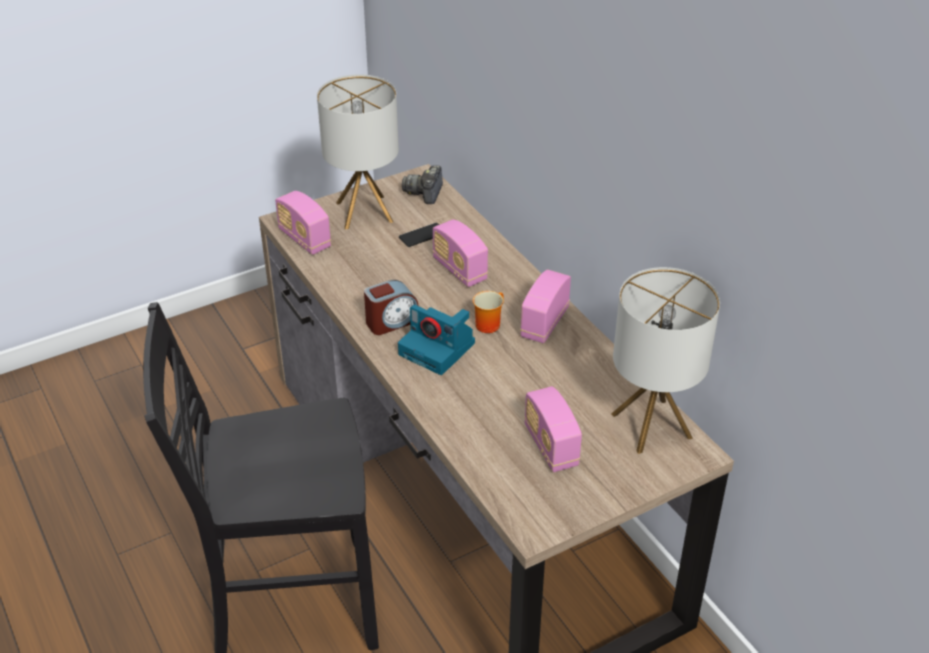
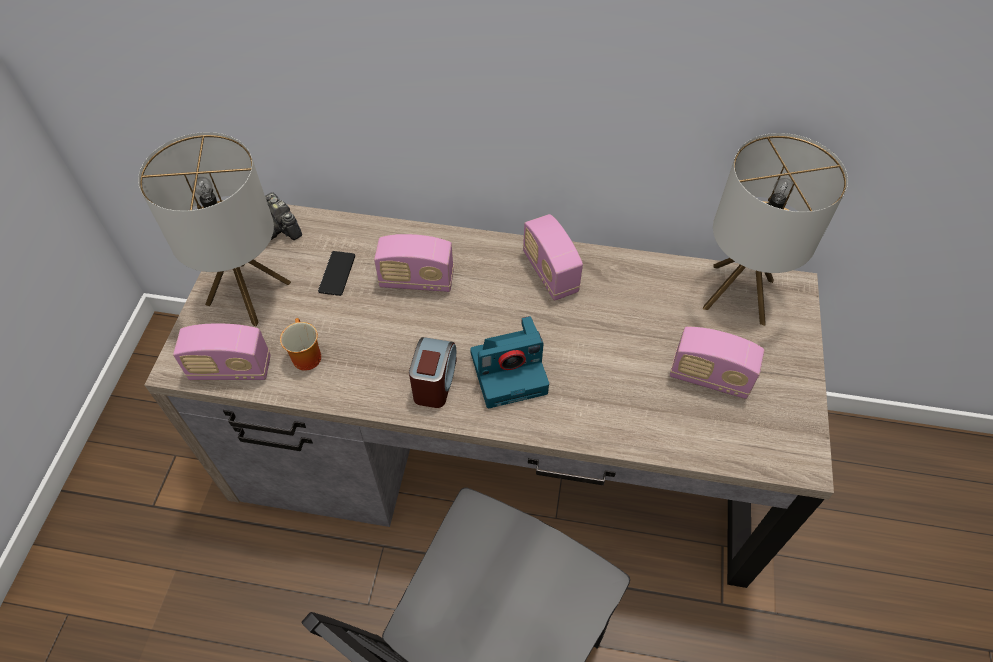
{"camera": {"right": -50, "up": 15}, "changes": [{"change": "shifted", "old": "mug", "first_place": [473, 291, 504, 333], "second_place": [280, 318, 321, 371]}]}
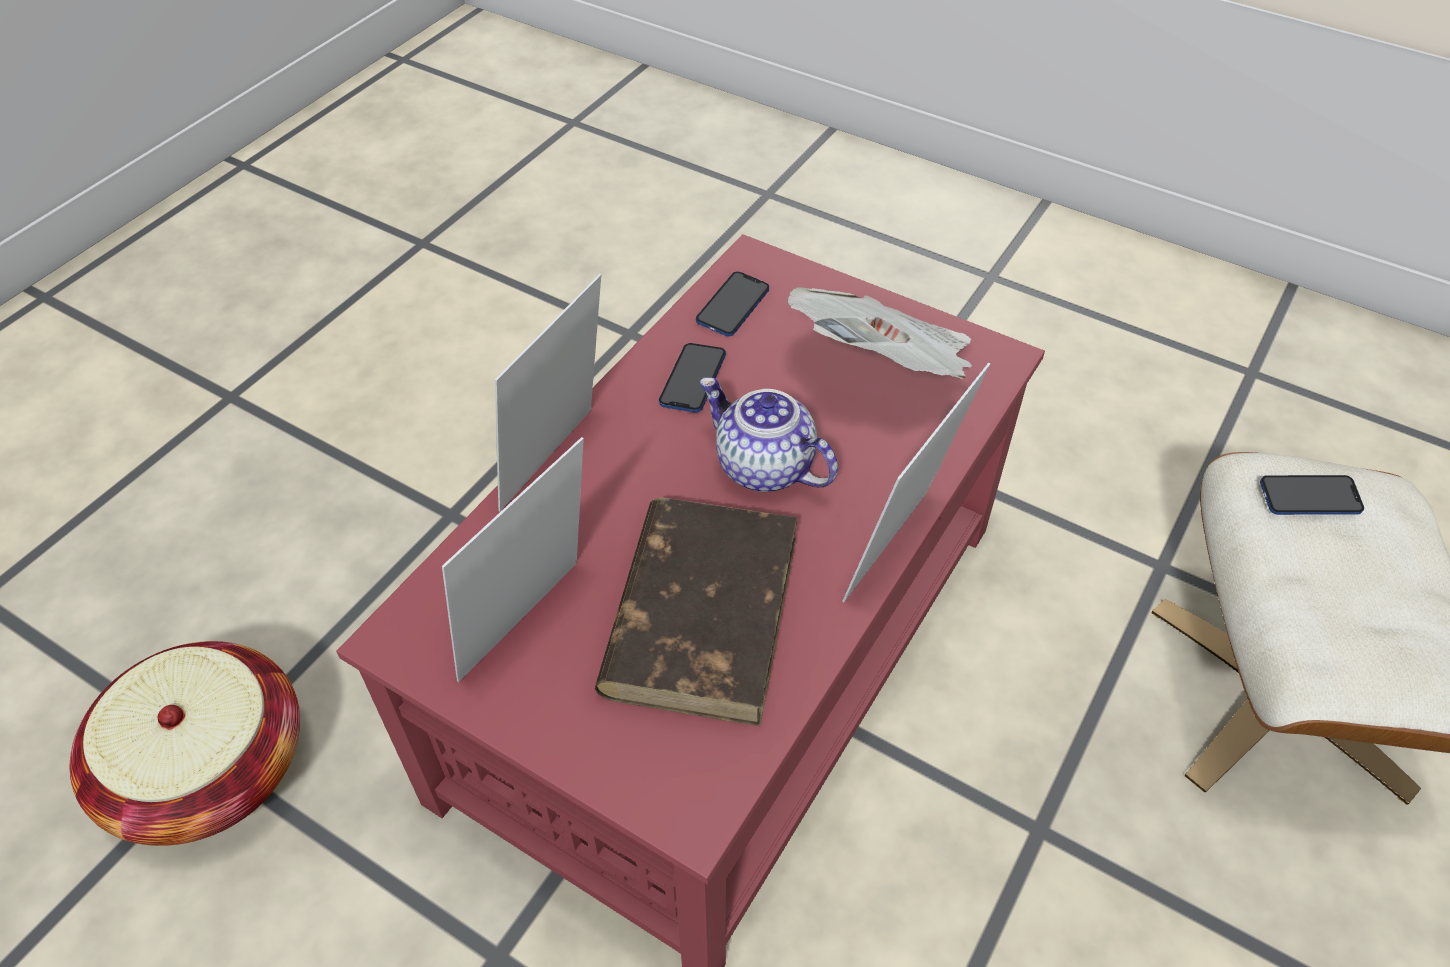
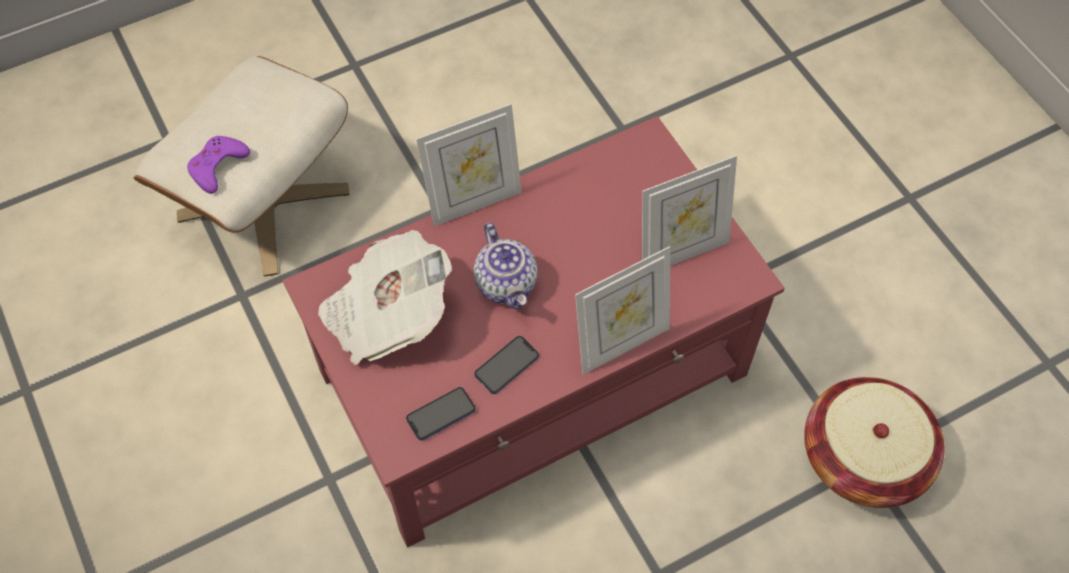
{"camera": {"right": -150, "up": 10}, "changes": [{"change": "swapped", "old": "phone", "new": "purple game controller", "first_place": [1260, 475, 1364, 515], "second_place": [187, 136, 250, 194]}, {"change": "gone", "old": "brown book", "first_place": [595, 498, 798, 726]}]}
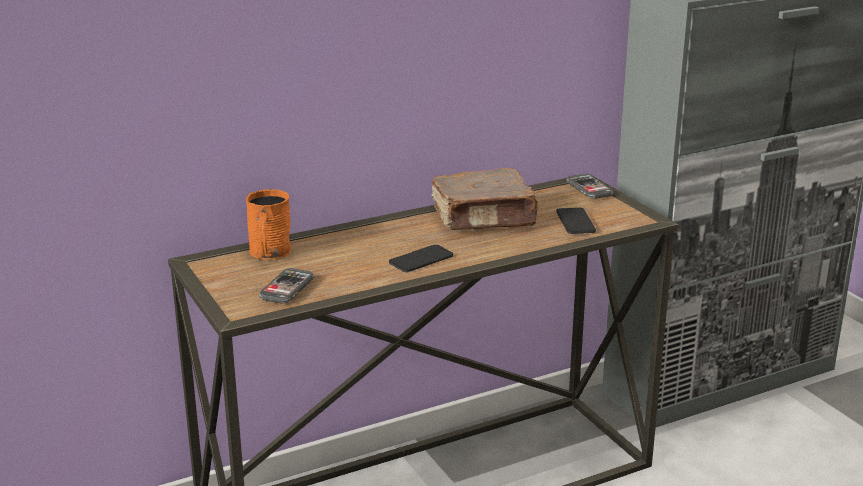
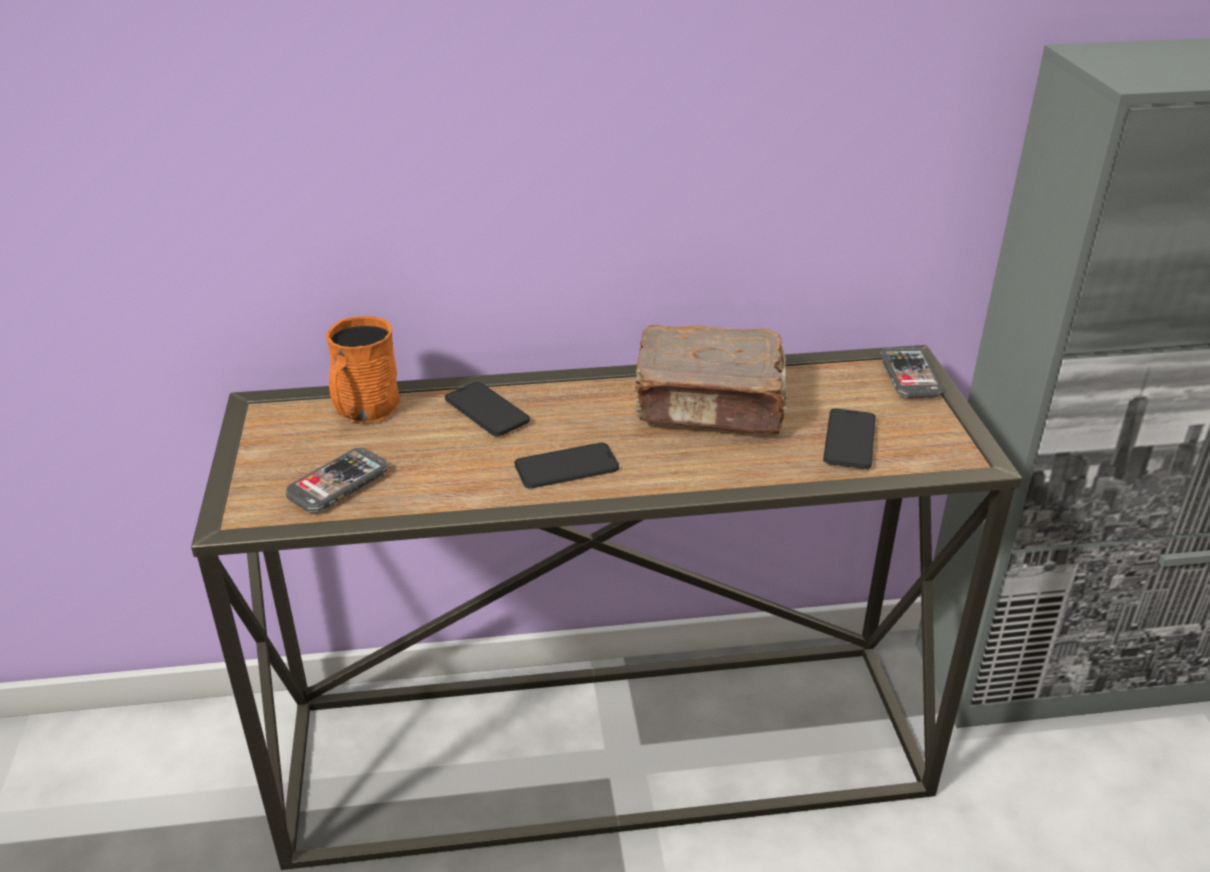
{"camera": {"right": 20, "up": 10}, "changes": [{"change": "new", "new": "phone", "second_place": [445, 382, 530, 436]}]}
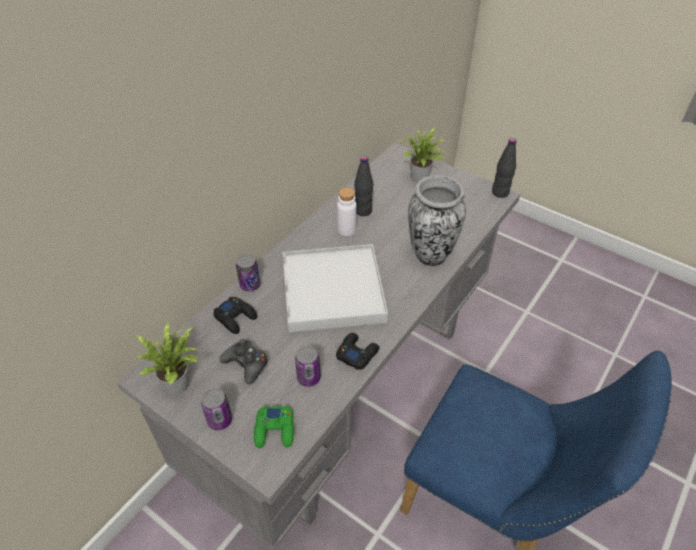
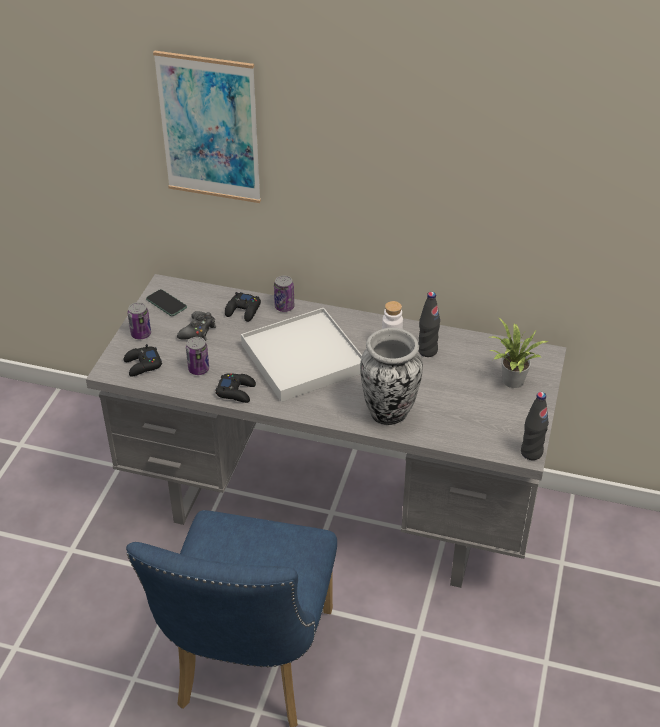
{"camera": {"right": 70, "up": -5}, "changes": [{"change": "repainted", "old": "green game controller", "new": "black game controller", "first_place": [254, 406, 294, 448], "second_place": [124, 344, 162, 377]}, {"change": "swapped", "old": "potted plant", "new": "phone", "first_place": [136, 322, 200, 395], "second_place": [146, 289, 187, 316]}, {"change": "new", "new": "picture", "second_place": [153, 51, 261, 203]}]}
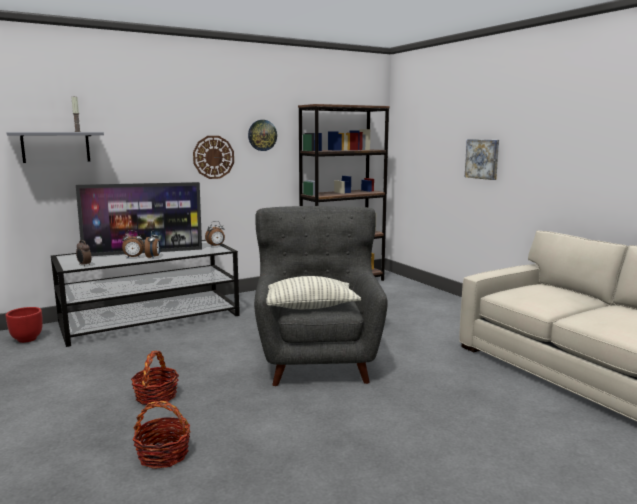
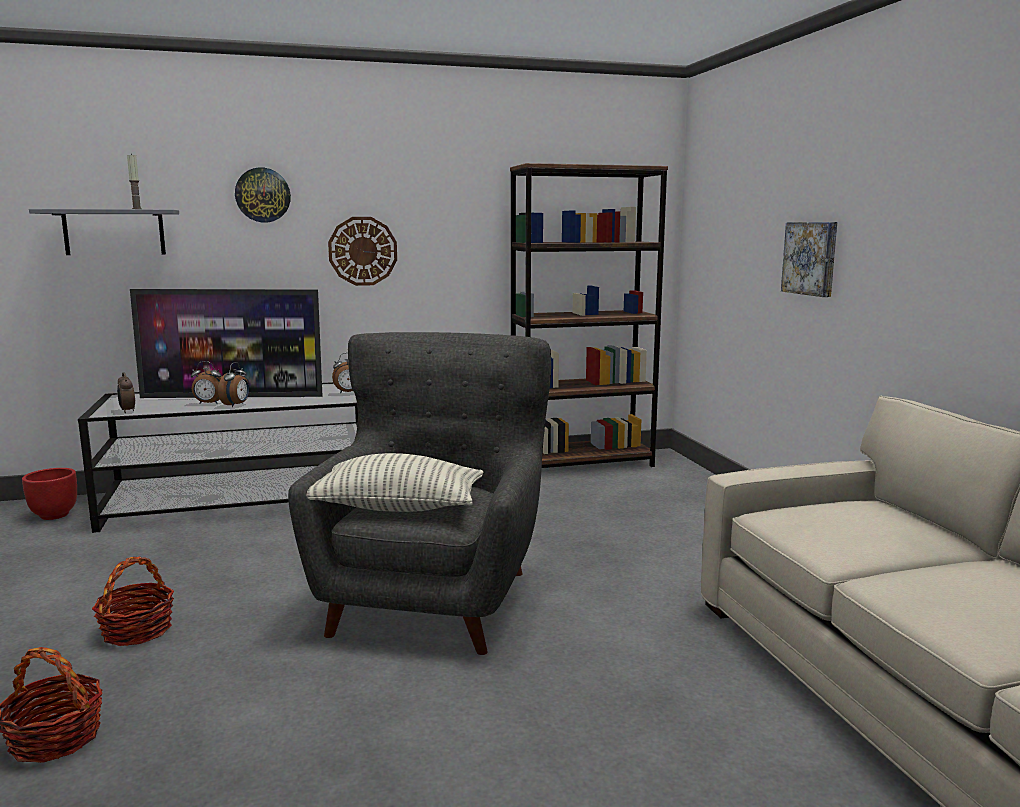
{"camera": {"right": 15, "up": 0}, "changes": [{"change": "shifted", "old": "wall clock", "first_place": [248, 120, 277, 151], "second_place": [235, 167, 291, 222]}]}
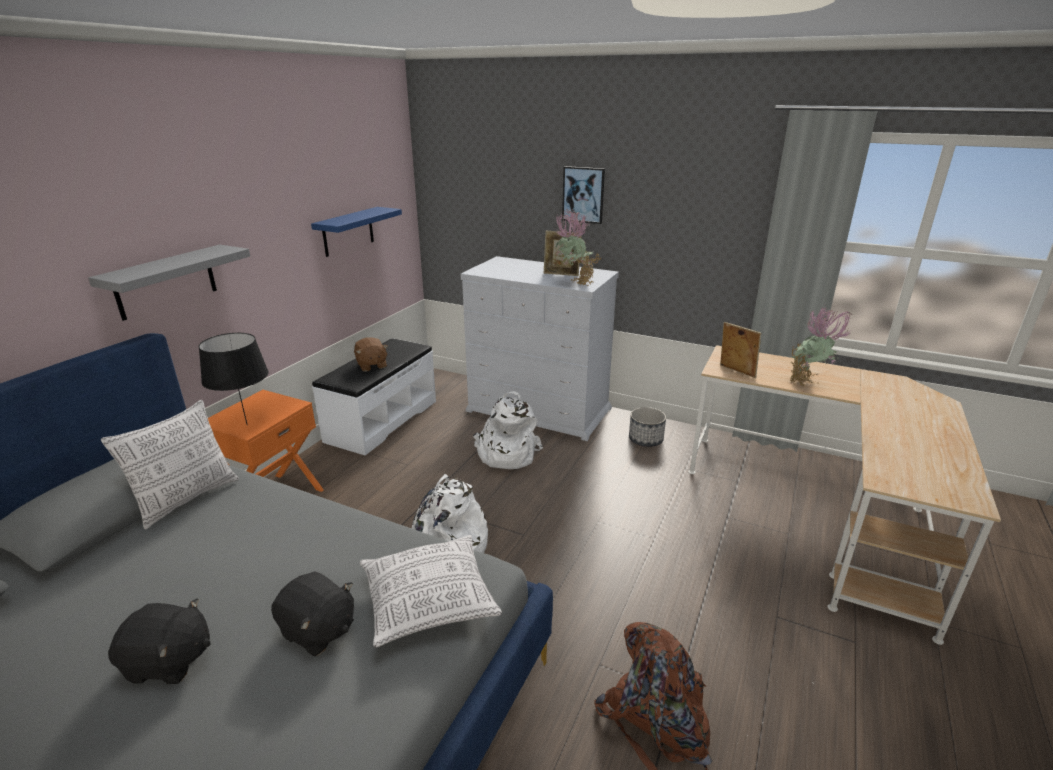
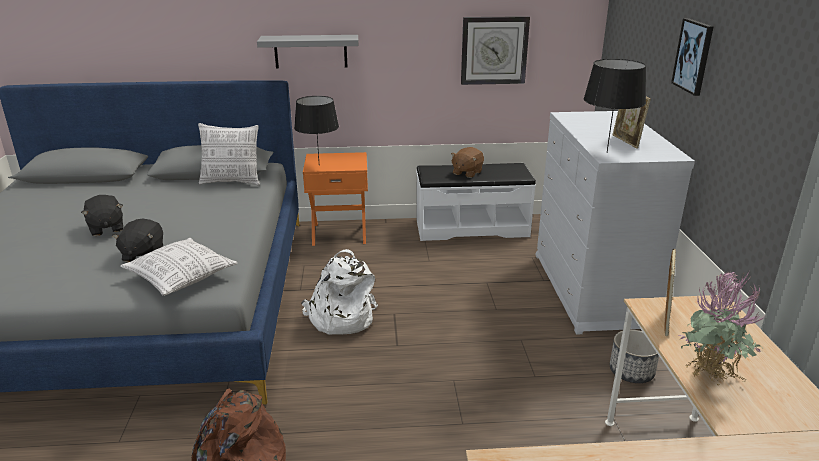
{"camera": {"right": 60, "up": 0}, "changes": [{"change": "swapped", "old": "blue shelf", "new": "wall clock", "first_place": [311, 207, 402, 257], "second_place": [461, 16, 530, 85]}, {"change": "swapped", "old": "potted plant", "new": "black table lamp", "first_place": [556, 210, 601, 286], "second_place": [584, 59, 646, 152]}, {"change": "gone", "old": "white backpack", "first_place": [473, 391, 543, 469]}]}
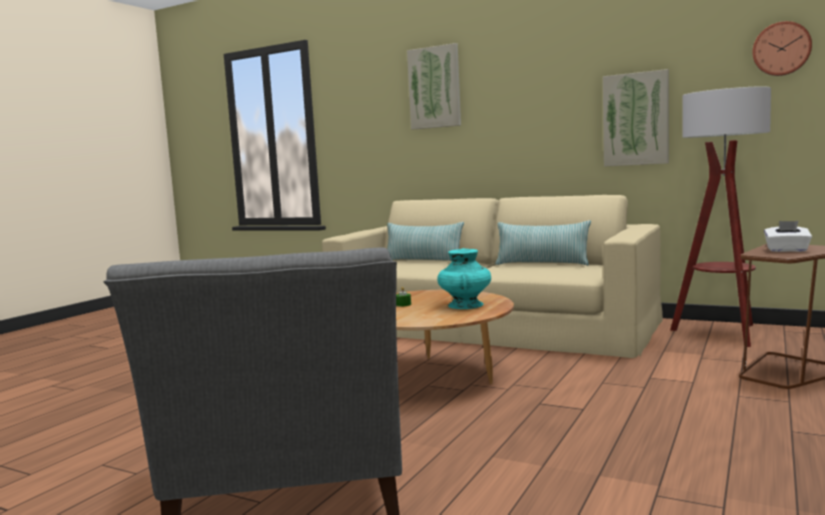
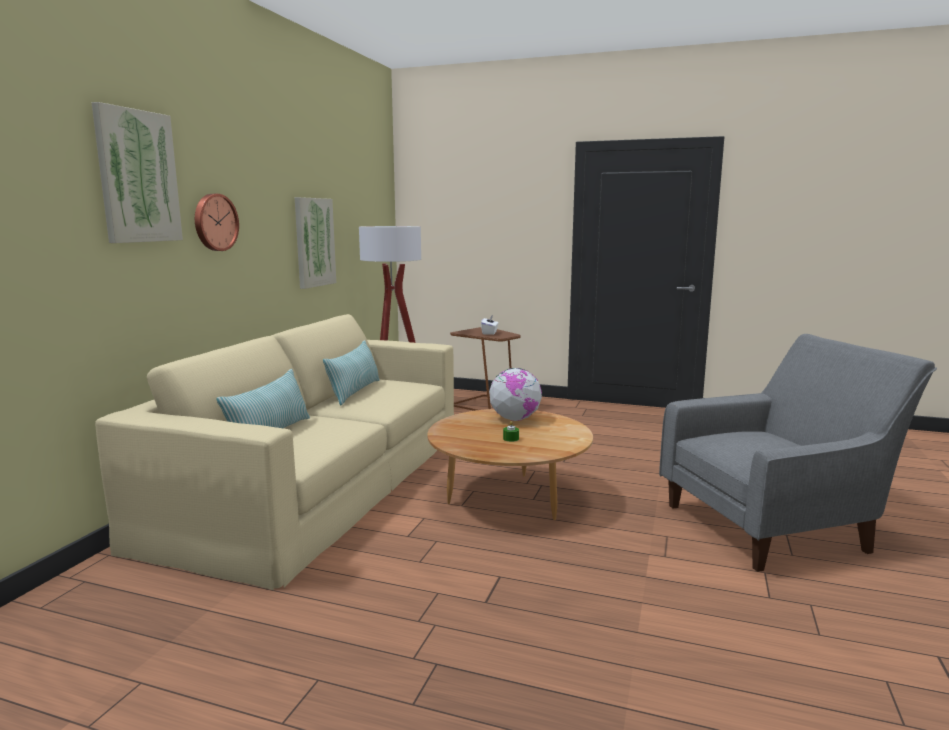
{"camera": {"right": -100, "up": 5}, "changes": [{"change": "shifted", "old": "wall clock", "first_place": [752, 21, 812, 76], "second_place": [195, 194, 239, 251]}, {"change": "swapped", "old": "turquoise vase", "new": "globe", "first_place": [437, 248, 491, 309], "second_place": [489, 368, 542, 421]}]}
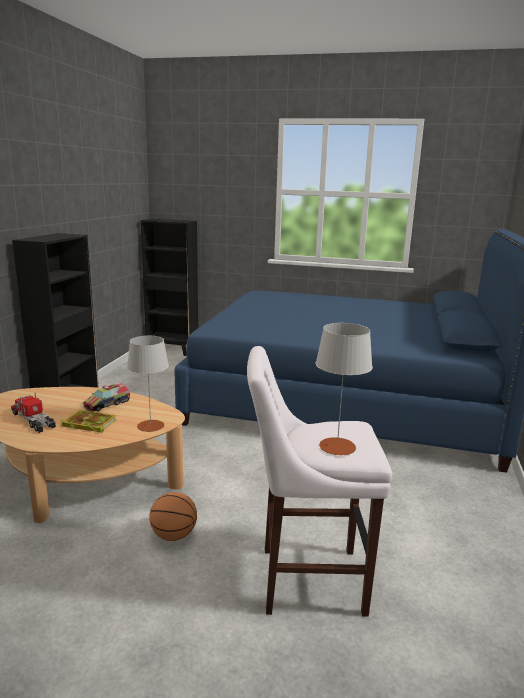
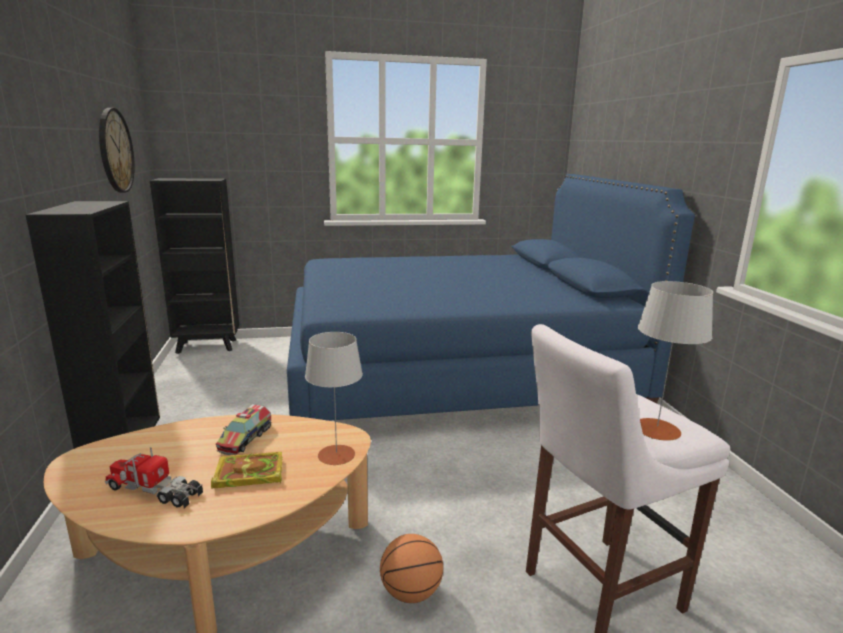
{"camera": {"right": -25, "up": 0}, "changes": [{"change": "new", "new": "wall clock", "second_place": [99, 108, 135, 193]}]}
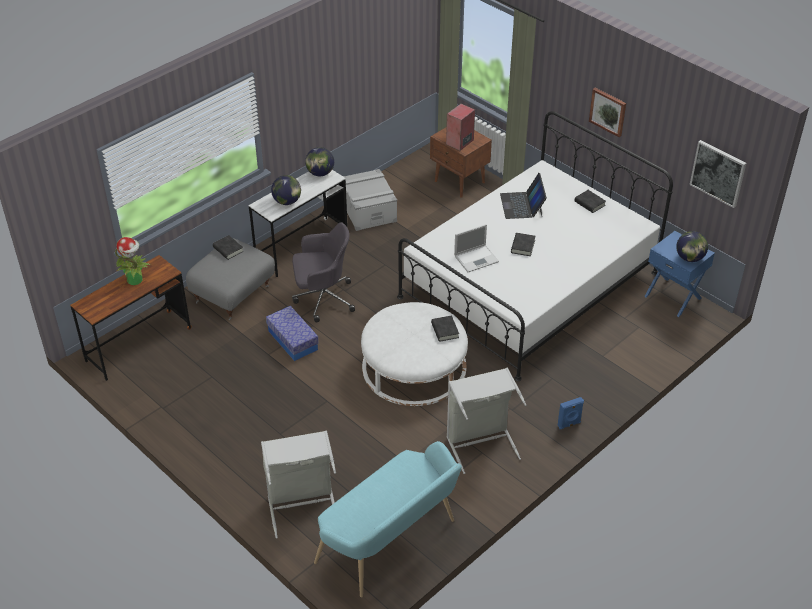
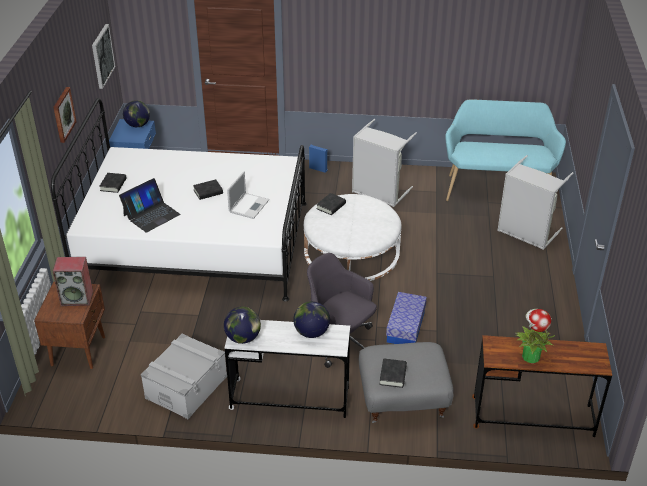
{"camera": {"right": -130, "up": -5}, "changes": [{"change": "rotated", "old": "laptop", "first_place": [454, 224, 499, 272], "second_place": [227, 172, 269, 219], "degrees": 90}]}
